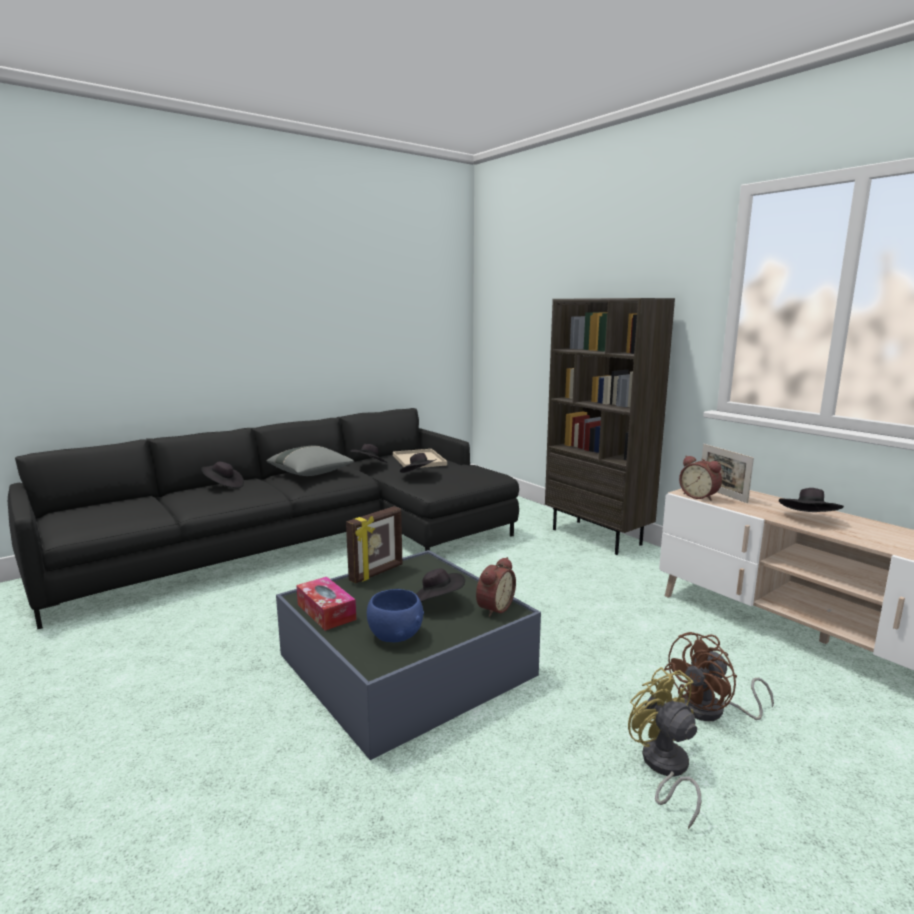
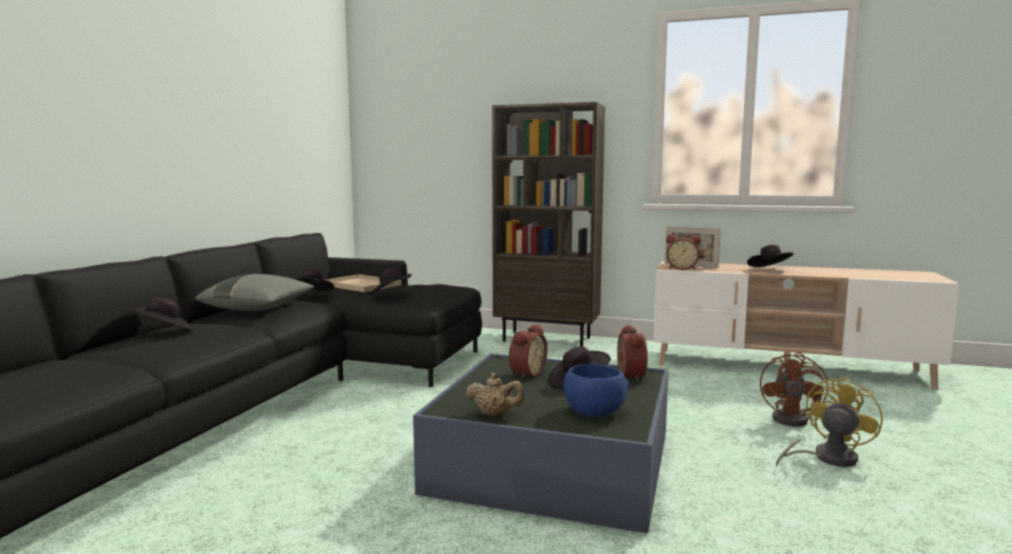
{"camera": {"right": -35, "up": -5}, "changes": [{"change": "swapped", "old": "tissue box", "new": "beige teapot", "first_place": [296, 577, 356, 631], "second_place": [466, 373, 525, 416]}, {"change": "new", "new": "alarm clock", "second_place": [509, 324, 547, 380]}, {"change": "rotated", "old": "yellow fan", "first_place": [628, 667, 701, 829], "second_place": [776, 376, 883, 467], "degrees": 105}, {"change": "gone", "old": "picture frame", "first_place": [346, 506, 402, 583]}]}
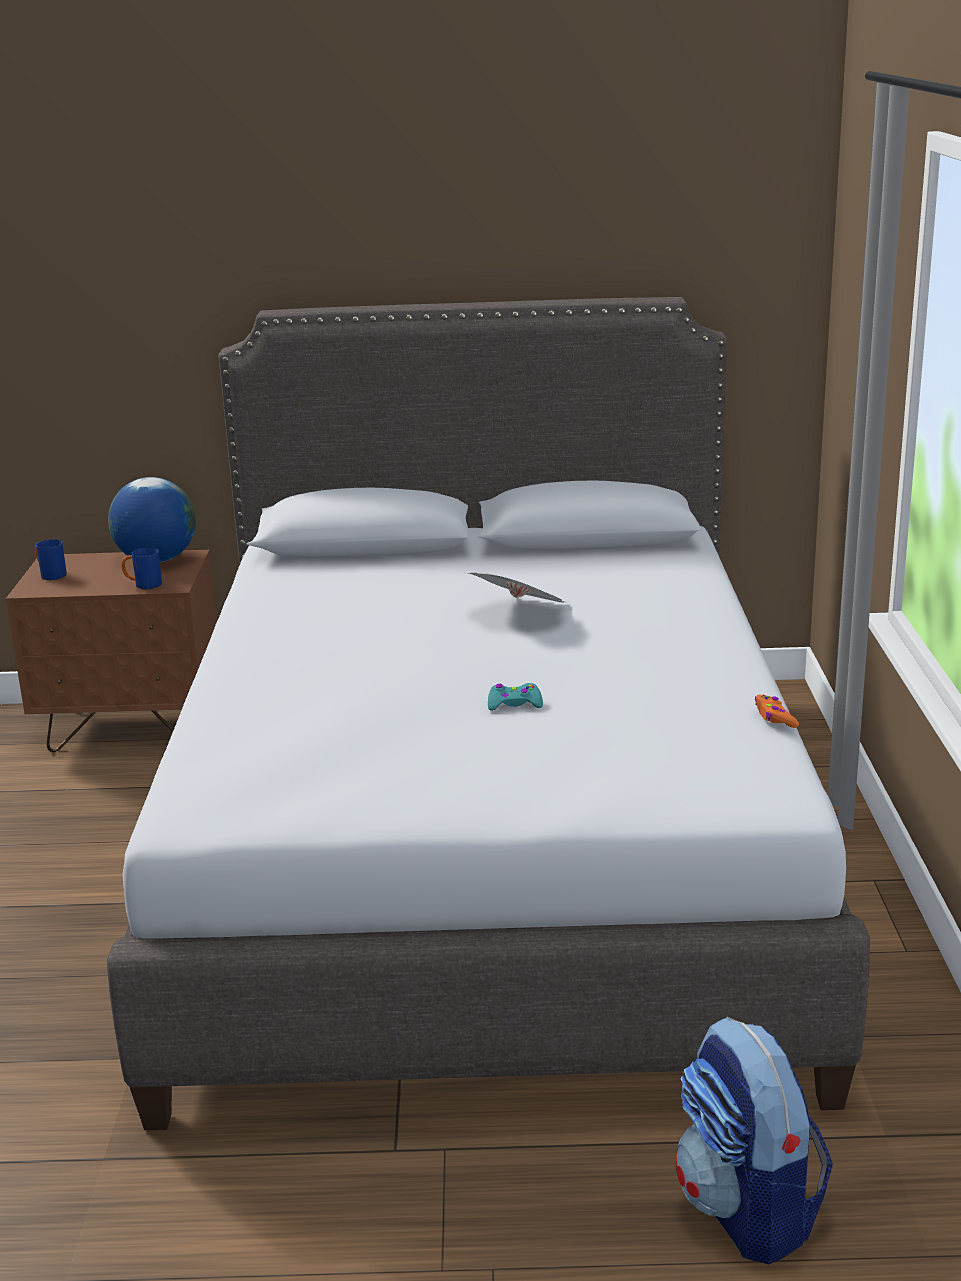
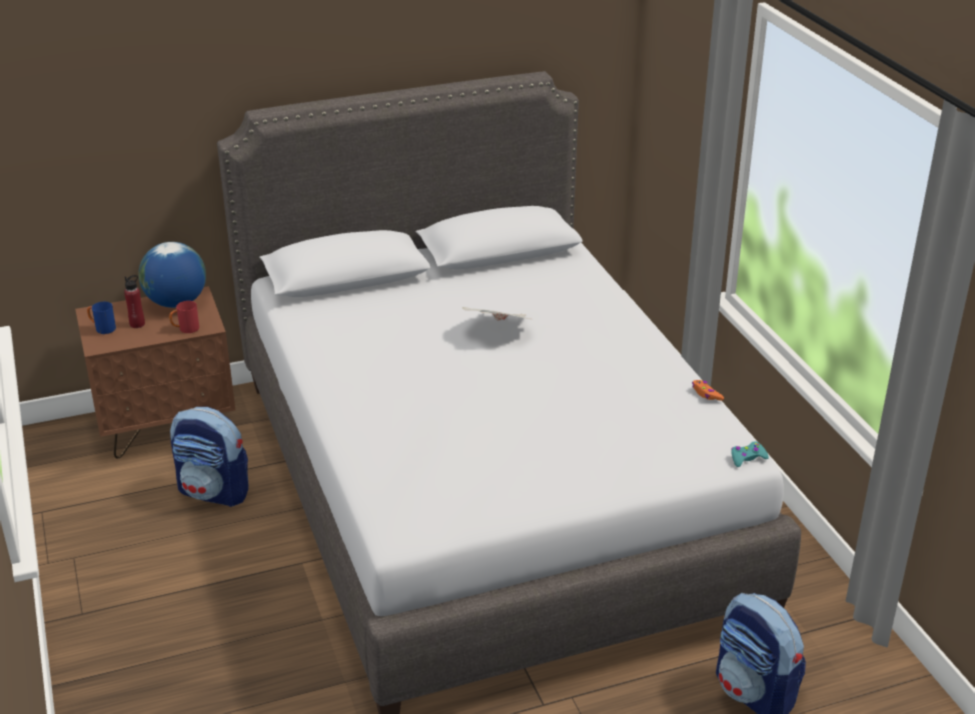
{"camera": {"right": -20, "up": 10}, "changes": [{"change": "new", "new": "red bottle", "second_place": [124, 275, 145, 328]}, {"change": "repainted", "old": "blue mug", "new": "red mug", "first_place": [121, 548, 162, 589], "second_place": [169, 301, 199, 333]}, {"change": "new", "new": "backpack", "second_place": [170, 407, 249, 507]}, {"change": "shifted", "old": "turquoise game controller", "first_place": [488, 683, 543, 711], "second_place": [731, 441, 769, 467]}]}
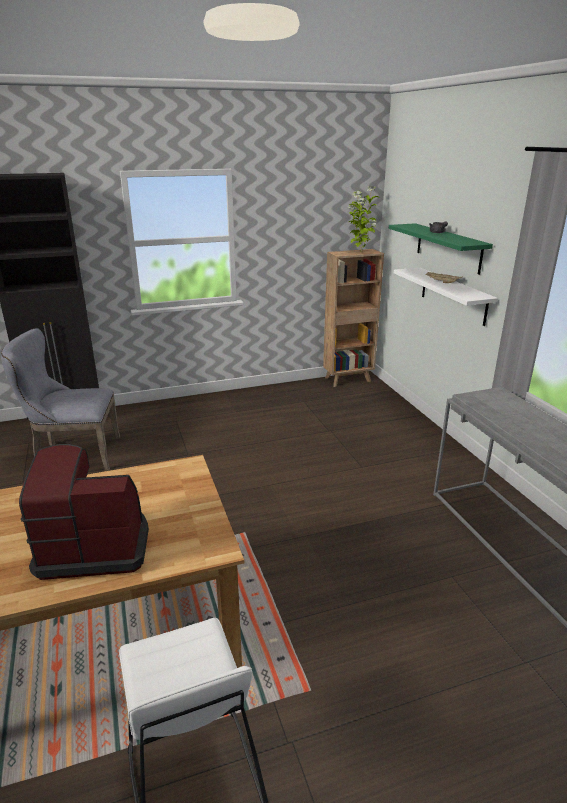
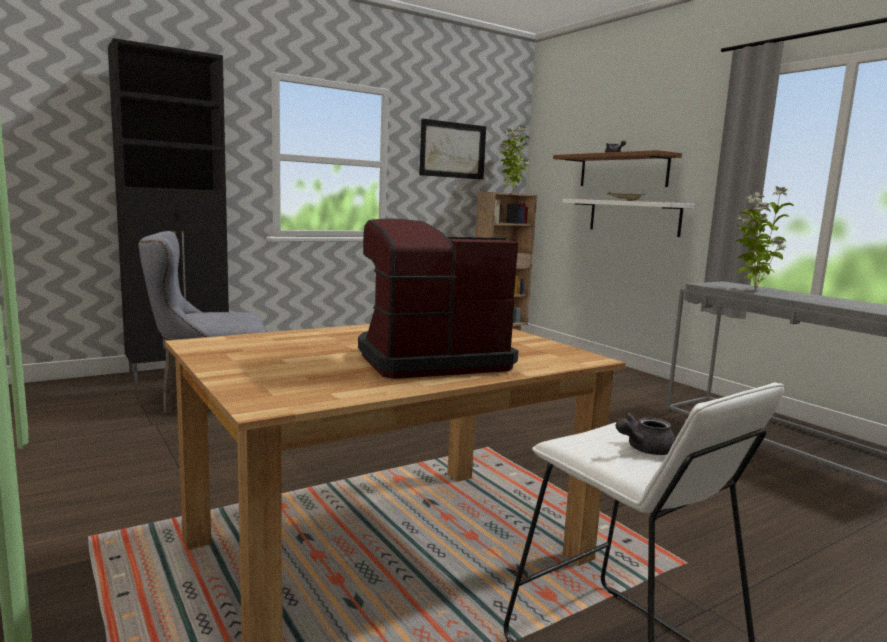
{"camera": {"right": -15, "up": -15}, "changes": [{"change": "new", "new": "picture", "second_place": [419, 119, 486, 179]}, {"change": "repainted", "old": "green shelf", "new": "brown shelf", "first_place": [389, 223, 493, 275], "second_place": [553, 150, 682, 187]}, {"change": "new", "new": "grey teapot", "second_place": [616, 413, 676, 455]}, {"change": "new", "new": "potted plant", "second_place": [736, 186, 794, 291]}]}
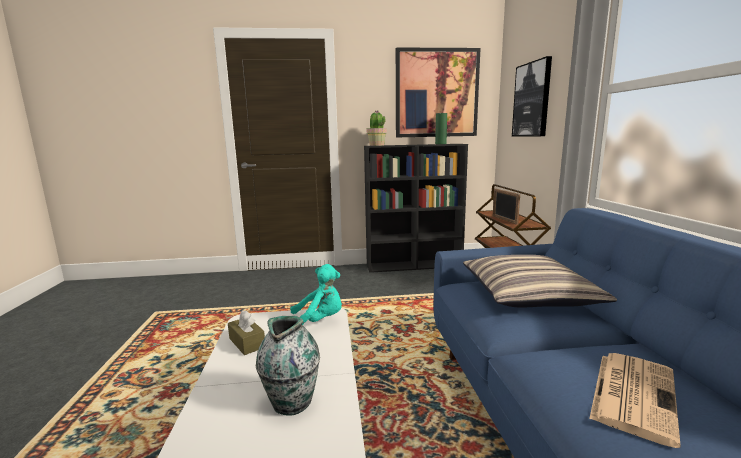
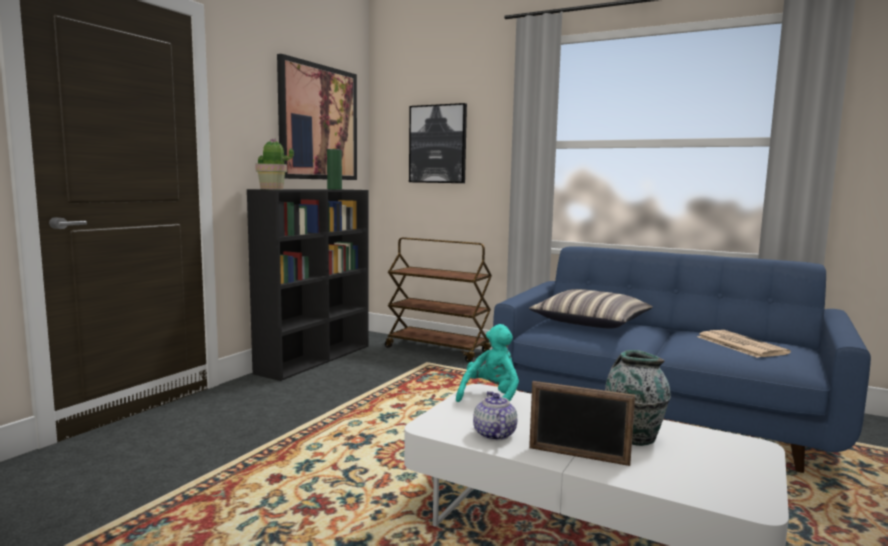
{"camera": {"right": -55, "up": -5}, "changes": [{"change": "swapped", "old": "brown tissue box", "new": "teapot", "first_place": [228, 310, 265, 355], "second_place": [473, 391, 517, 441]}, {"change": "shifted", "old": "picture frame", "first_place": [493, 189, 520, 225], "second_place": [529, 381, 635, 466]}]}
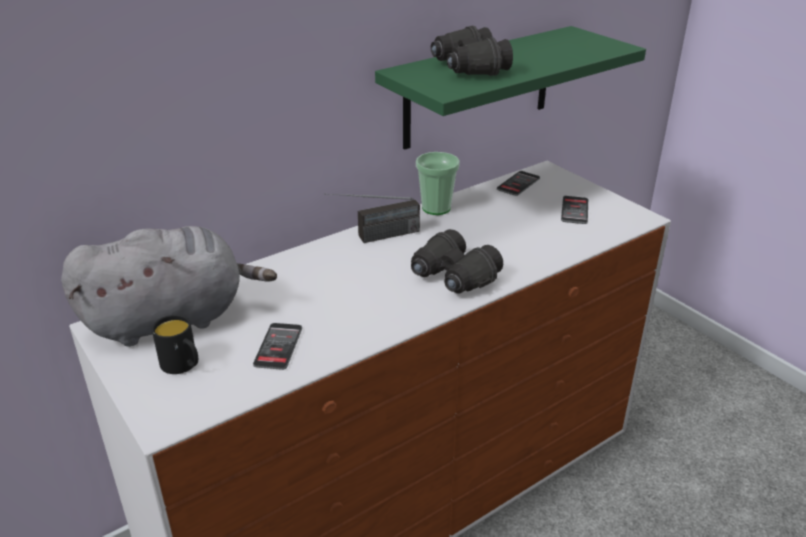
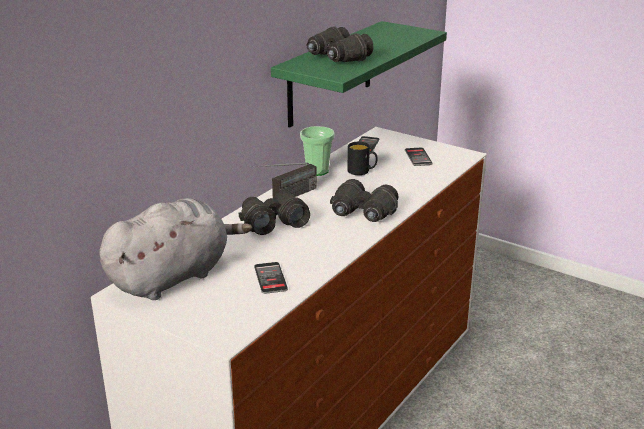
{"camera": {"right": -20, "up": -5}, "changes": [{"change": "new", "new": "black binoculars", "second_place": [239, 191, 310, 235]}, {"change": "shifted", "old": "black mug", "first_place": [152, 315, 198, 374], "second_place": [347, 142, 378, 175]}]}
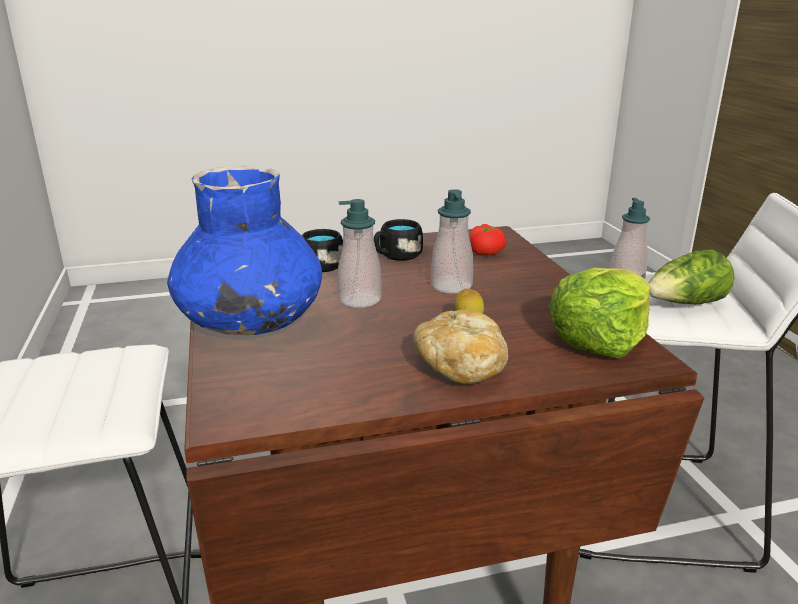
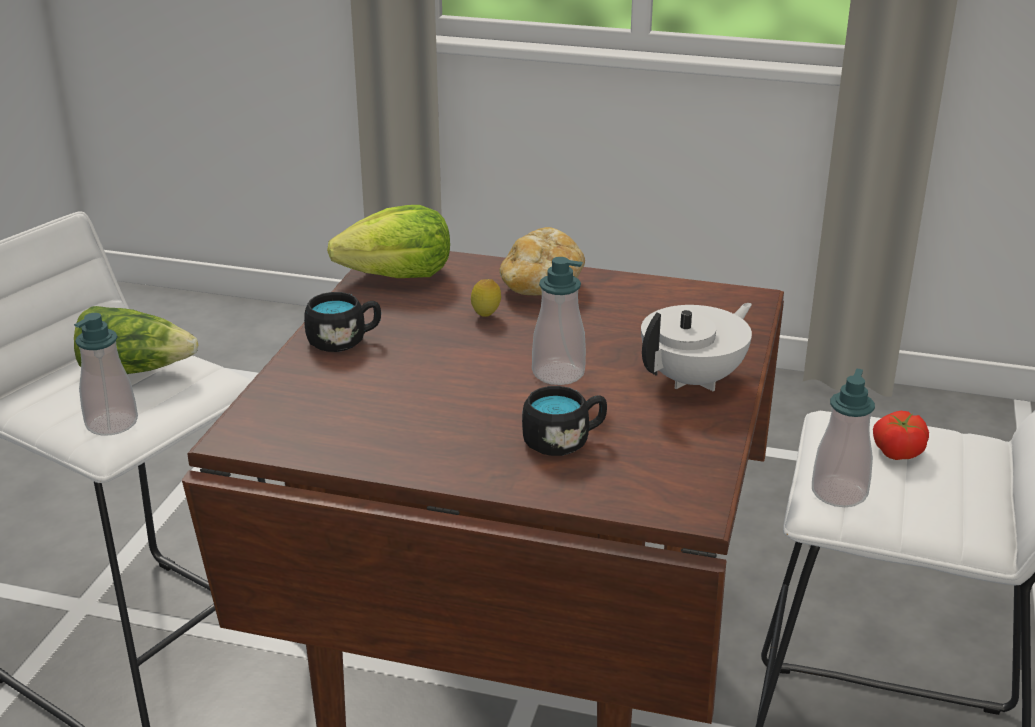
{"camera": {"right": -150, "up": 5}, "changes": [{"change": "shifted", "old": "black mug", "first_place": [374, 219, 423, 261], "second_place": [304, 292, 381, 352]}, {"change": "swapped", "old": "blue vase", "new": "white teapot", "first_place": [167, 165, 322, 335], "second_place": [641, 303, 752, 391]}, {"change": "shifted", "old": "soap dispenser", "first_place": [431, 189, 473, 294], "second_place": [812, 369, 875, 507]}, {"change": "shifted", "old": "tomato", "first_place": [469, 224, 506, 256], "second_place": [873, 411, 929, 460]}]}
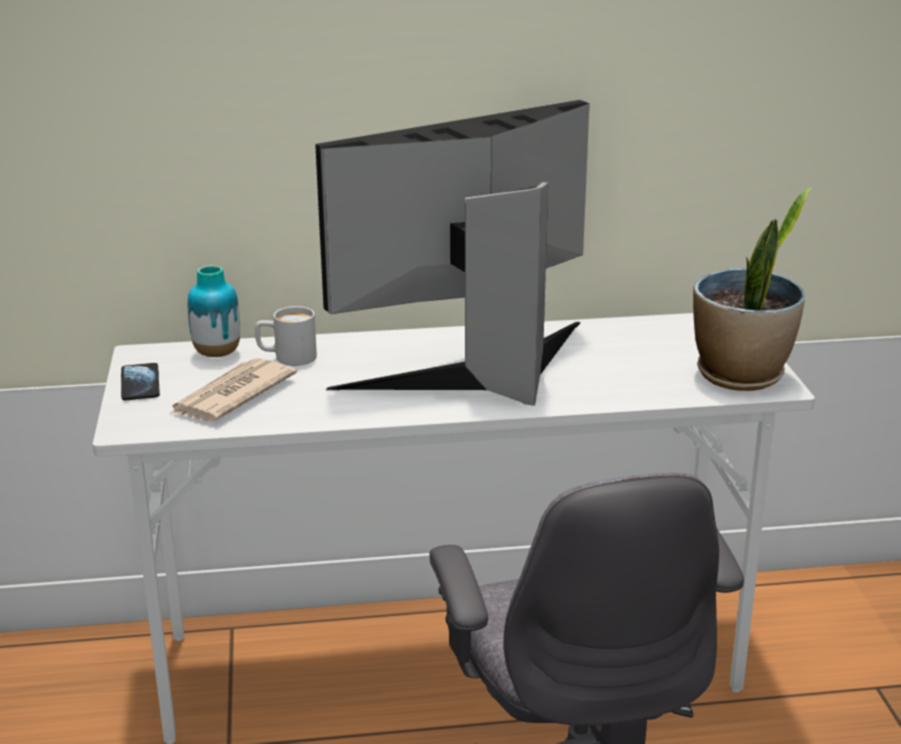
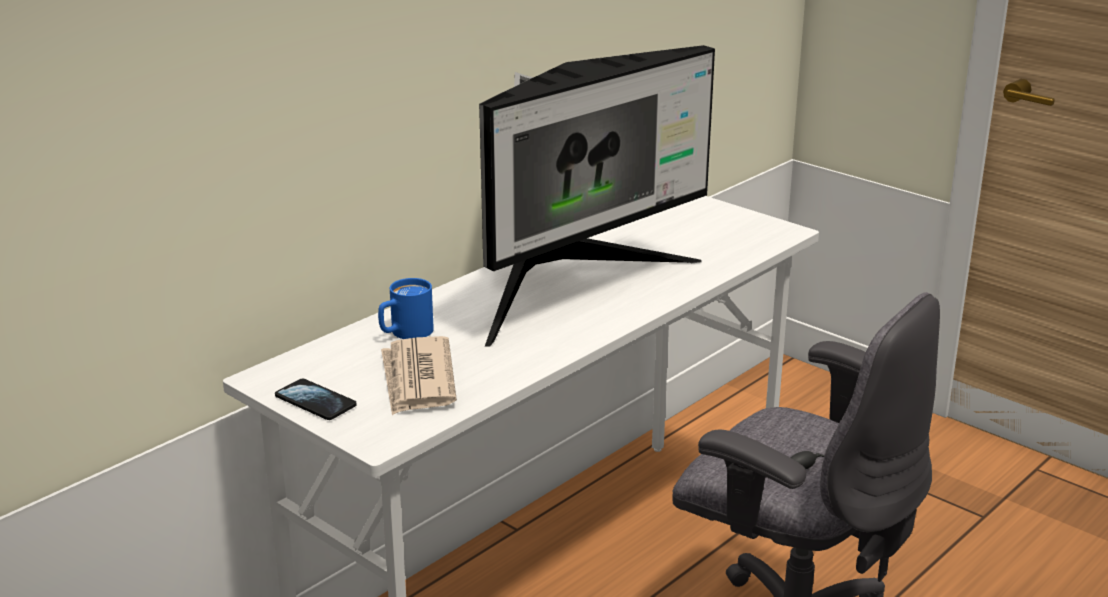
{"camera": {"right": -40, "up": 0}, "changes": [{"change": "repainted", "old": "white mug", "new": "blue mug", "first_place": [255, 306, 317, 366], "second_place": [378, 278, 433, 339]}, {"change": "rotated", "old": "monitor", "first_place": [315, 100, 590, 406], "second_place": [479, 45, 715, 347], "degrees": -150}, {"change": "gone", "old": "vase", "first_place": [188, 265, 240, 357]}, {"change": "gone", "old": "potted plant", "first_place": [693, 187, 812, 391]}]}
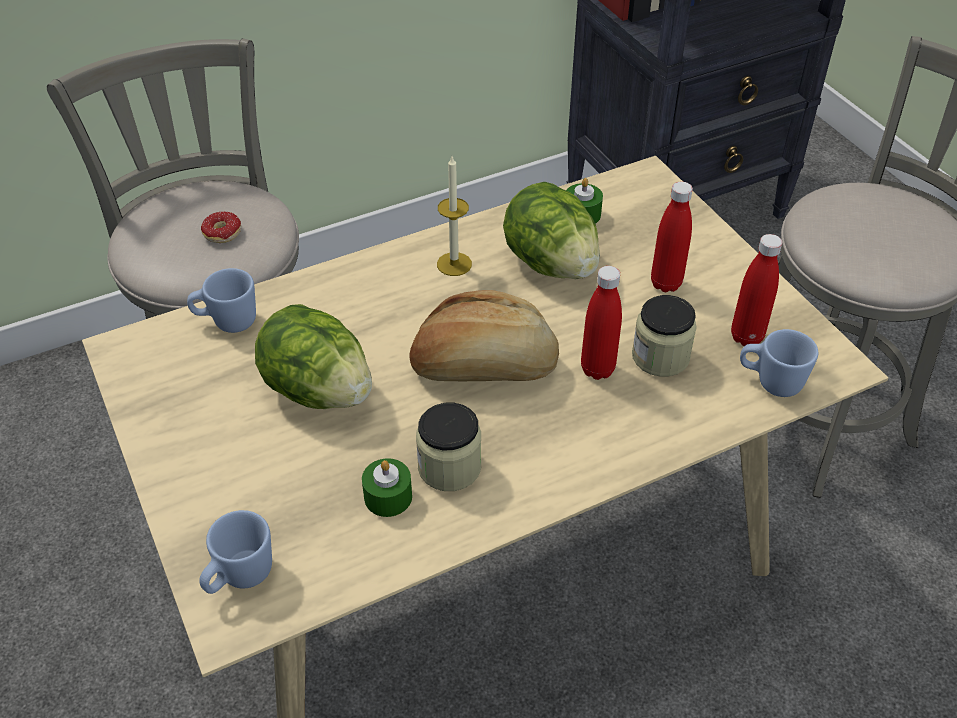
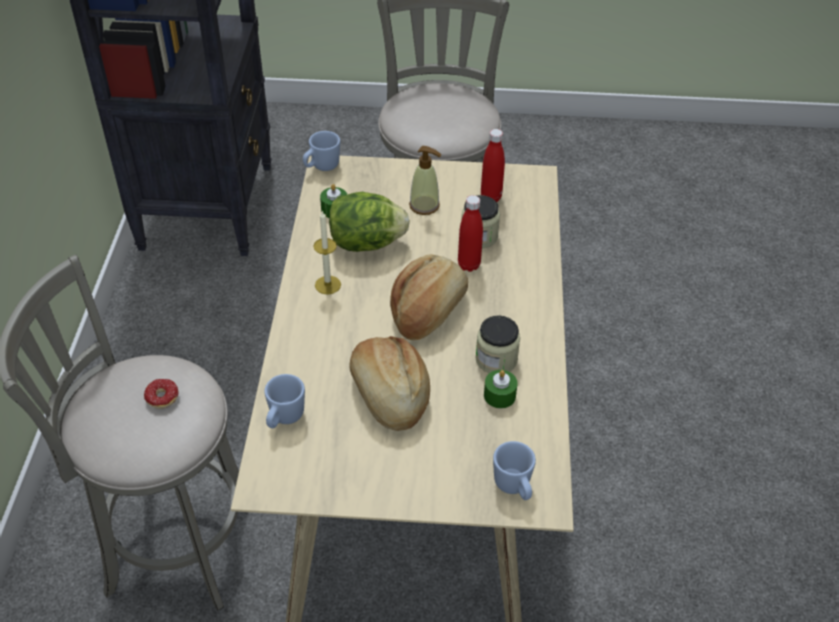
{"camera": {"right": -60, "up": 0}, "changes": [{"change": "shifted", "old": "blue mug", "first_place": [740, 329, 818, 397], "second_place": [303, 131, 340, 171]}, {"change": "swapped", "old": "lettuce", "new": "bread", "first_place": [255, 304, 372, 409], "second_place": [350, 336, 430, 431]}, {"change": "swapped", "old": "red bottle", "new": "soap dispenser", "first_place": [651, 182, 693, 292], "second_place": [409, 146, 441, 215]}]}
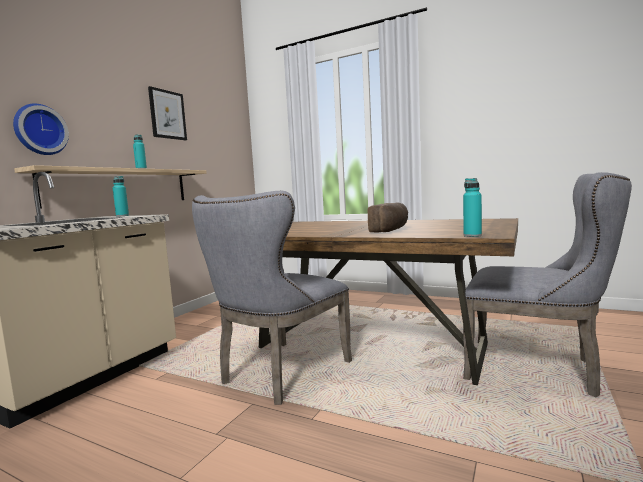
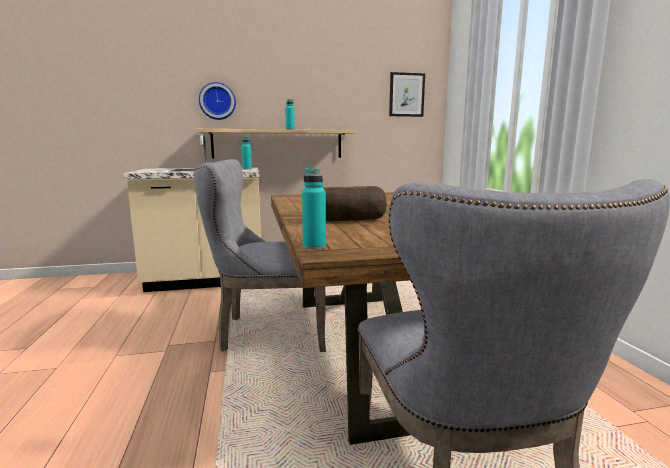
{"camera": {"right": 50, "up": 5}, "changes": [{"change": "shifted", "old": "picture", "first_place": [148, 86, 187, 140], "second_place": [389, 72, 425, 117]}]}
